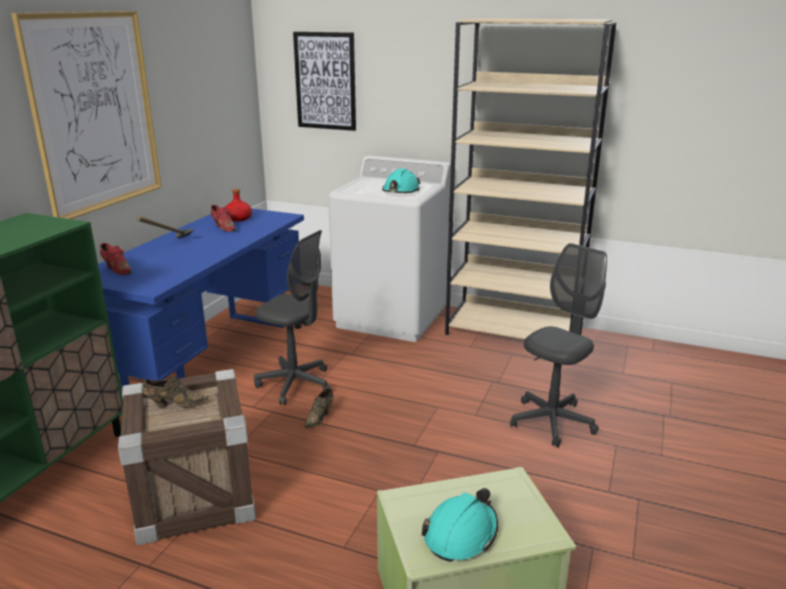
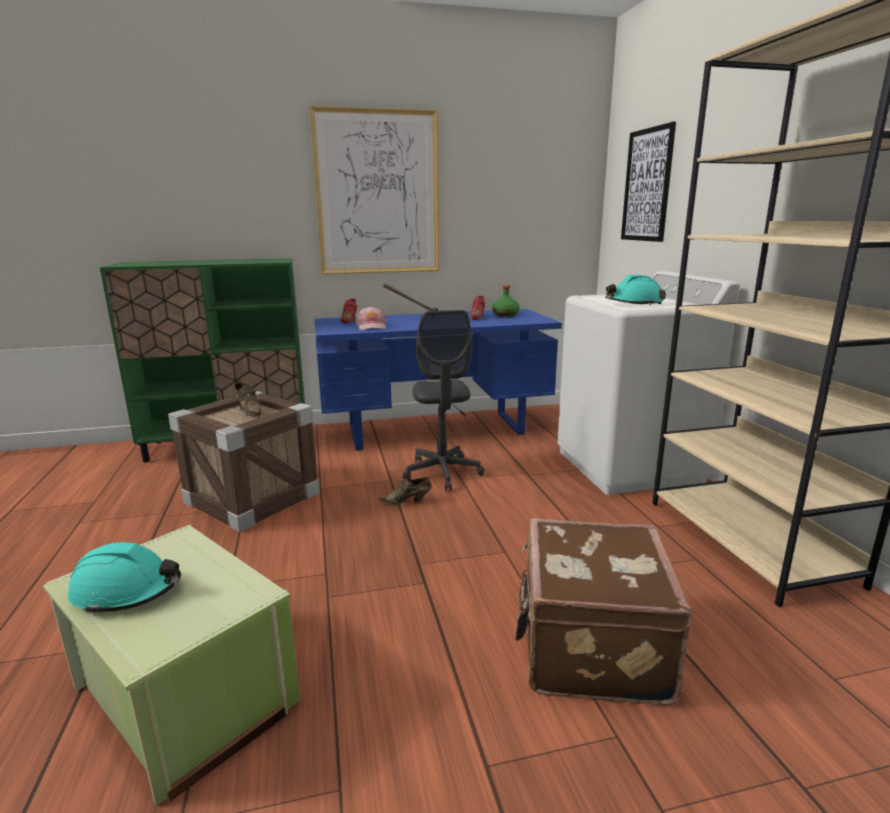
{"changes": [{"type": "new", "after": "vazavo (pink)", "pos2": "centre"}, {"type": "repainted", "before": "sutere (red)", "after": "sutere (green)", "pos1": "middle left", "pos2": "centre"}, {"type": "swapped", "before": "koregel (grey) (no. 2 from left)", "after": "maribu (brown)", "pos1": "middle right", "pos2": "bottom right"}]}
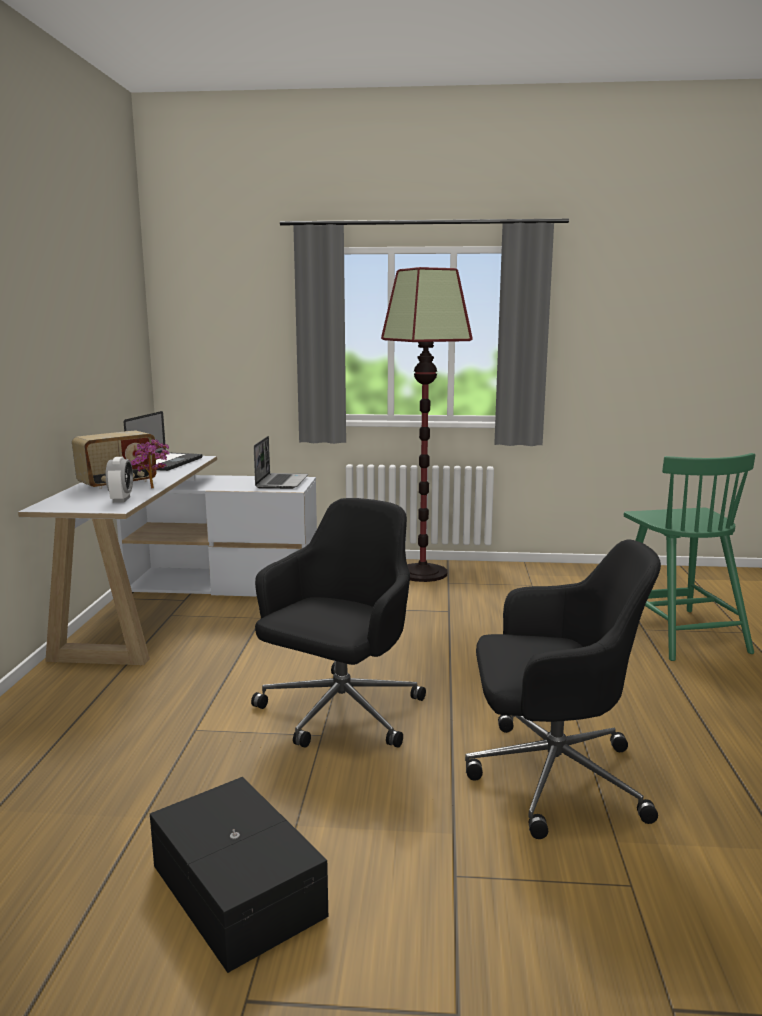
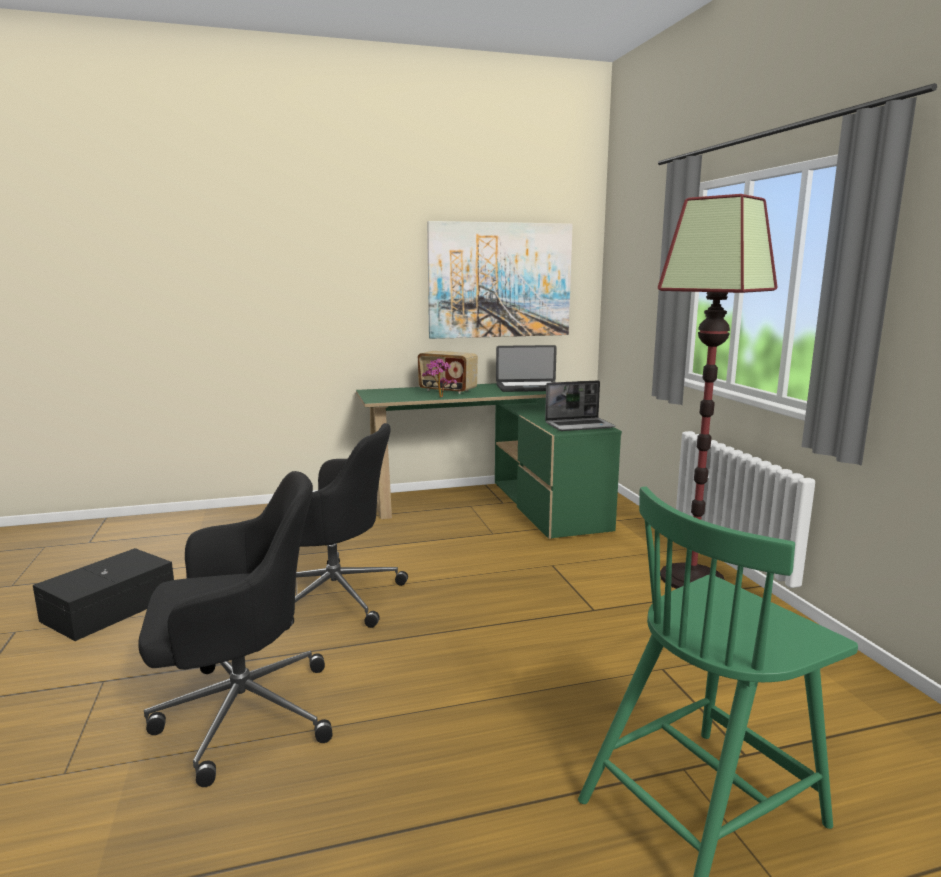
{"changes": [{"type": "rotated", "before": "koregel (black) (no. 2 from left in the first image)", "pos1": "bottom right", "pos2": "bottom left", "turn": -90}, {"type": "repainted", "before": "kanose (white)", "after": "kanose (green)", "pos1": "middle left", "pos2": "centre"}, {"type": "new", "after": "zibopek", "pos2": "top centre"}, {"type": "gone", "before": "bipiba", "pos1": "middle left"}]}
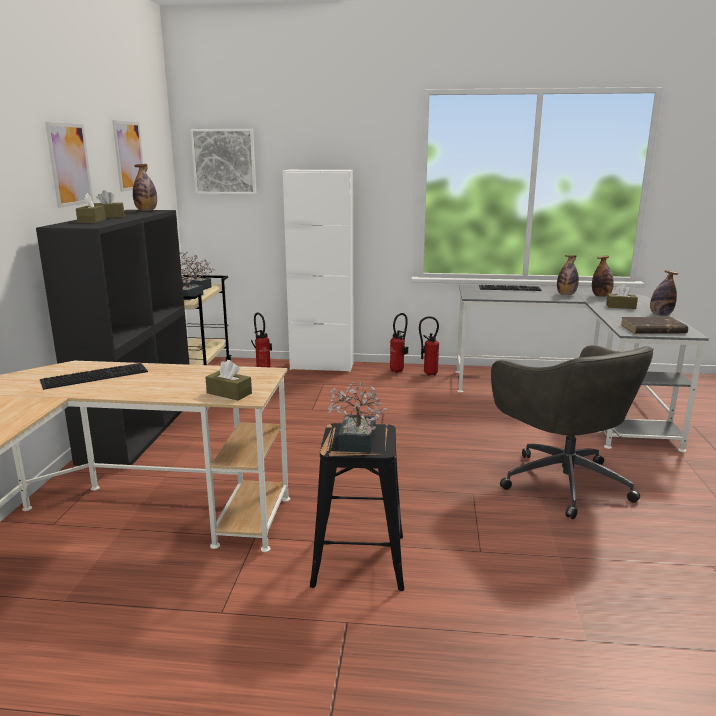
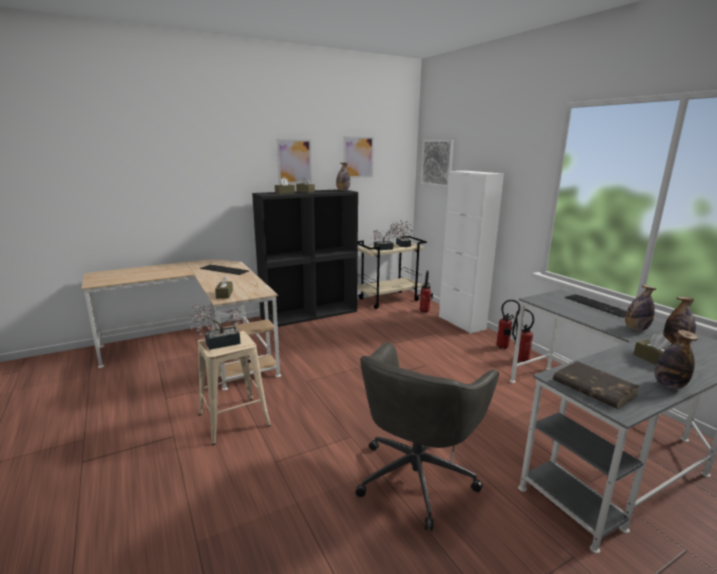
{"changes": [{"type": "repainted", "before": "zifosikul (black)", "after": "zifosikul (beige)", "pos1": "bottom centre", "pos2": "bottom left"}]}
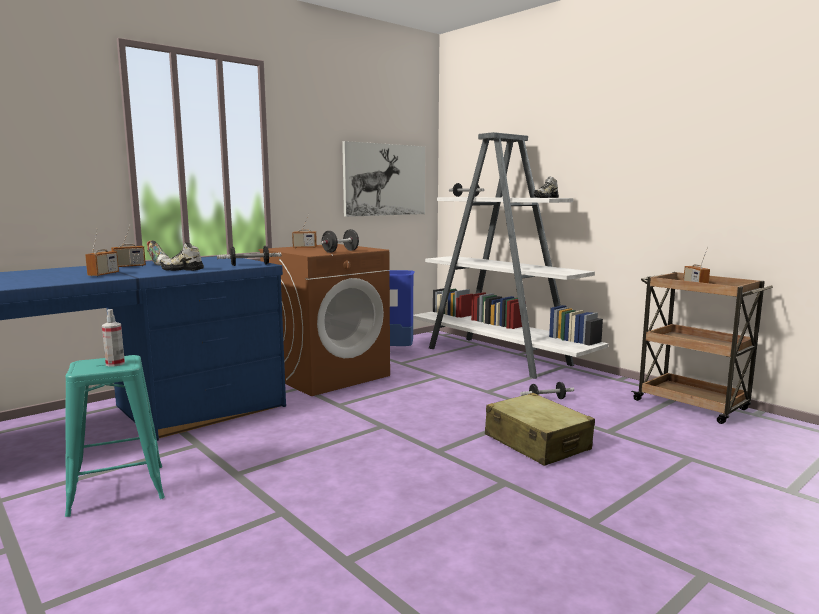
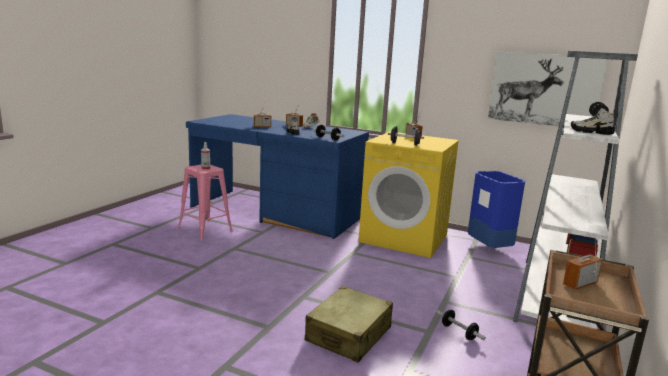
{"changes": [{"type": "repainted", "before": "zifosikul (turquoise)", "after": "zifosikul (pink)", "pos1": "bottom left", "pos2": "middle left"}, {"type": "repainted", "before": "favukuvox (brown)", "after": "favukuvox (yellow)", "pos1": "centre", "pos2": "centre"}]}
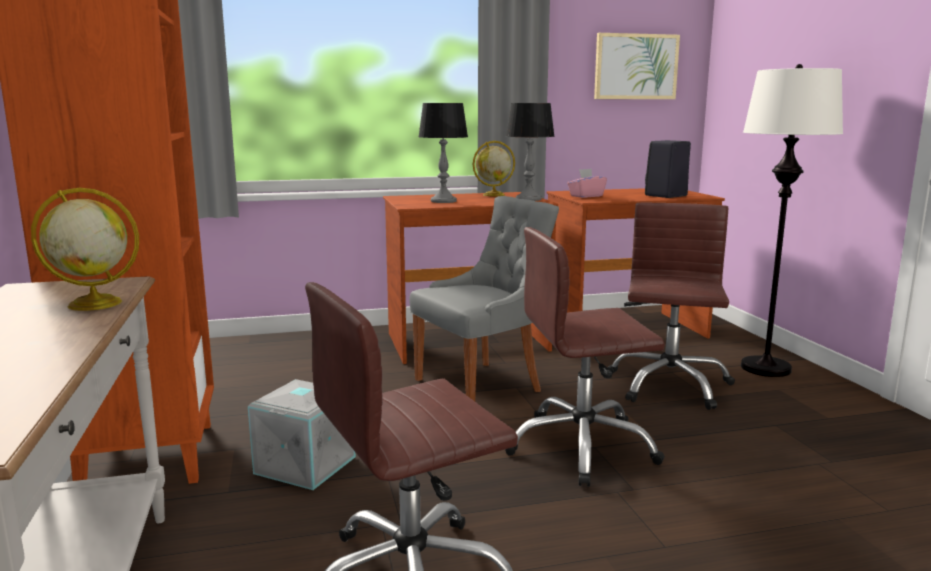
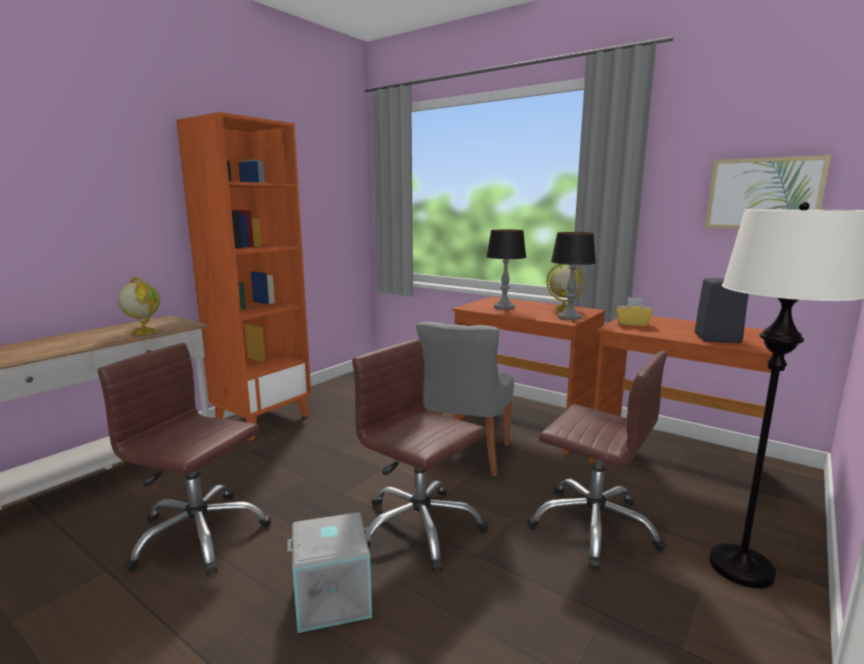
{"changes": [{"type": "shifted", "before": "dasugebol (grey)", "pos1": "bottom left", "pos2": "bottom centre"}, {"type": "rotated", "before": "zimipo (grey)", "pos1": "centre", "pos2": "centre", "turn": 90}, {"type": "rotated", "before": "koregel (brown) (no. 3 from left)", "pos1": "middle right", "pos2": "bottom right", "turn": 60}, {"type": "repainted", "before": "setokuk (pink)", "after": "setokuk (yellow)", "pos1": "top centre", "pos2": "middle right"}]}
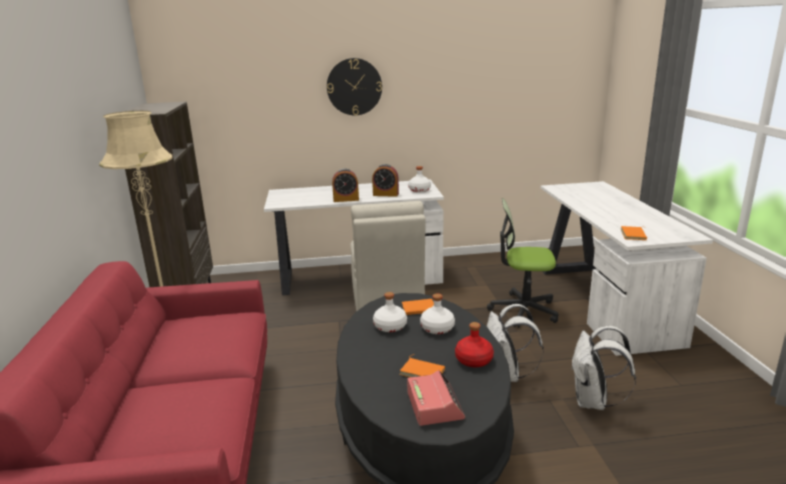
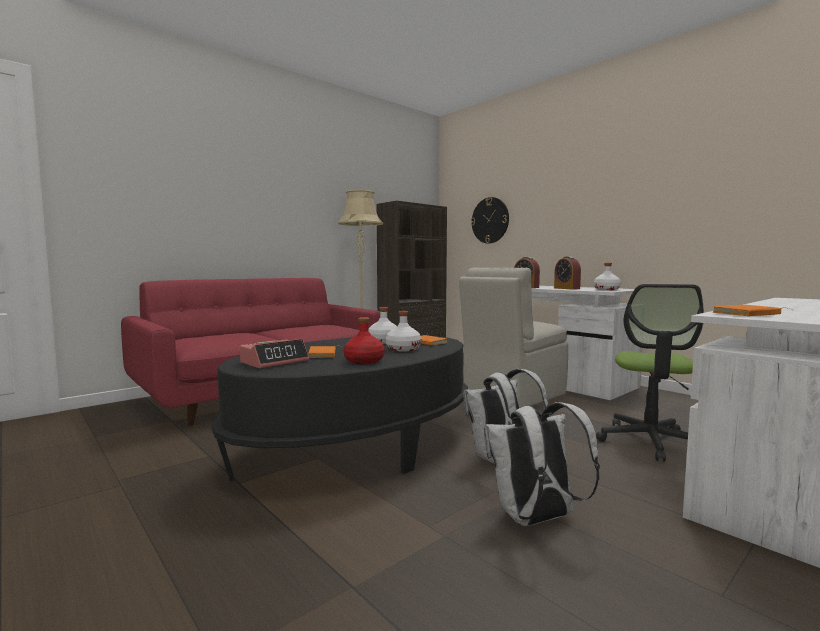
{"changes": [{"type": "shifted", "before": "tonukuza", "pos1": "top centre", "pos2": "centre"}, {"type": "rotated", "before": "koregel", "pos1": "centre", "pos2": "middle right", "turn": -135}]}
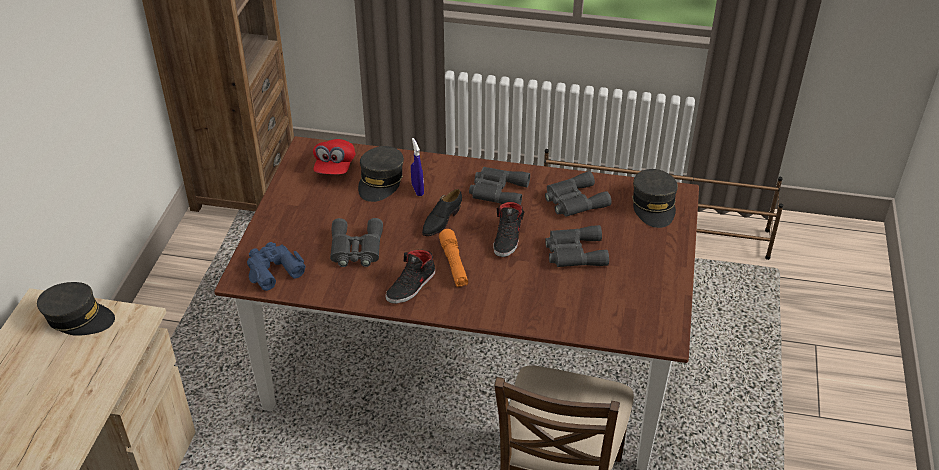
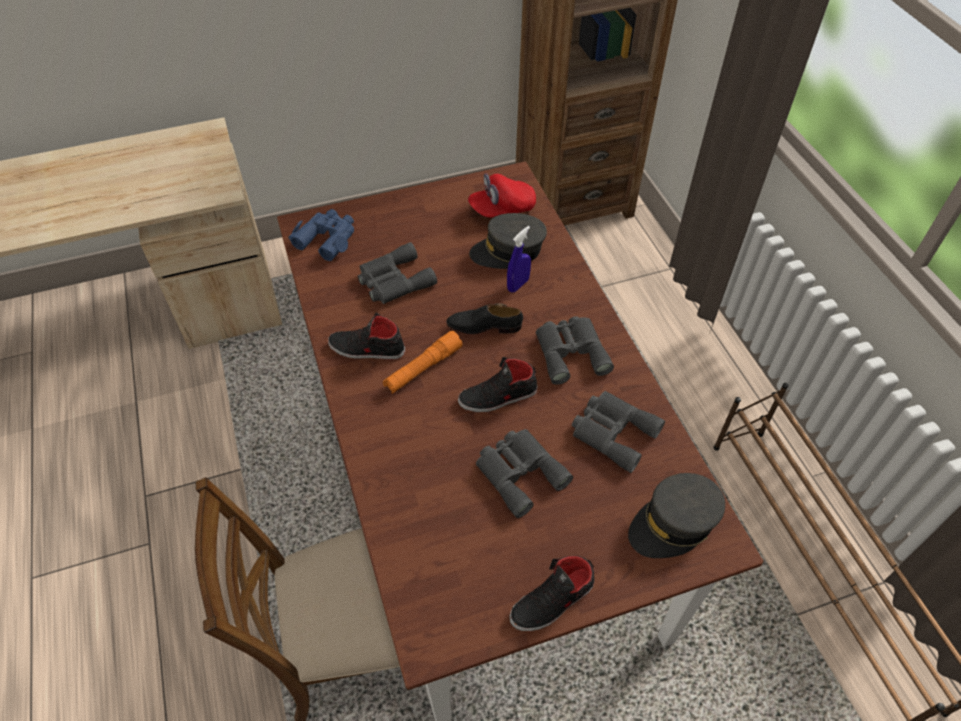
{"changes": [{"type": "new", "after": "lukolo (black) (no. 4 from left)", "pos2": "bottom centre"}, {"type": "gone", "before": "vazavo (grey) (no. 1 from left)", "pos1": "middle left"}]}
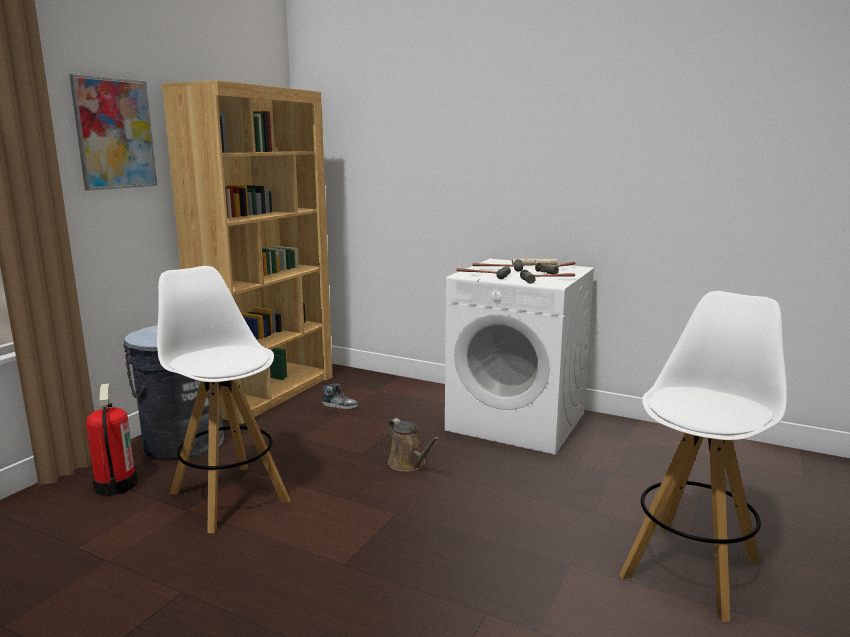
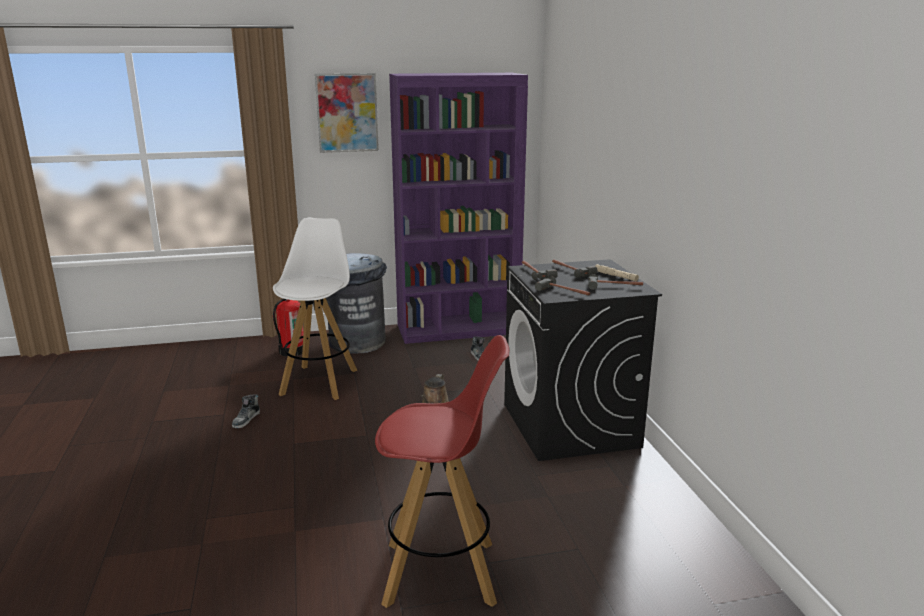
{"changes": [{"type": "new", "after": "lukolo (no. 1 from left)", "pos2": "bottom left"}, {"type": "repainted", "before": "zifosikul (white) (no. 2 from left)", "after": "zifosikul (red)", "pos1": "bottom right", "pos2": "bottom centre"}, {"type": "repainted", "before": "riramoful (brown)", "after": "riramoful (purple)", "pos1": "middle left", "pos2": "centre"}, {"type": "repainted", "before": "favukuvox (white)", "after": "favukuvox (black)", "pos1": "centre", "pos2": "centre"}]}
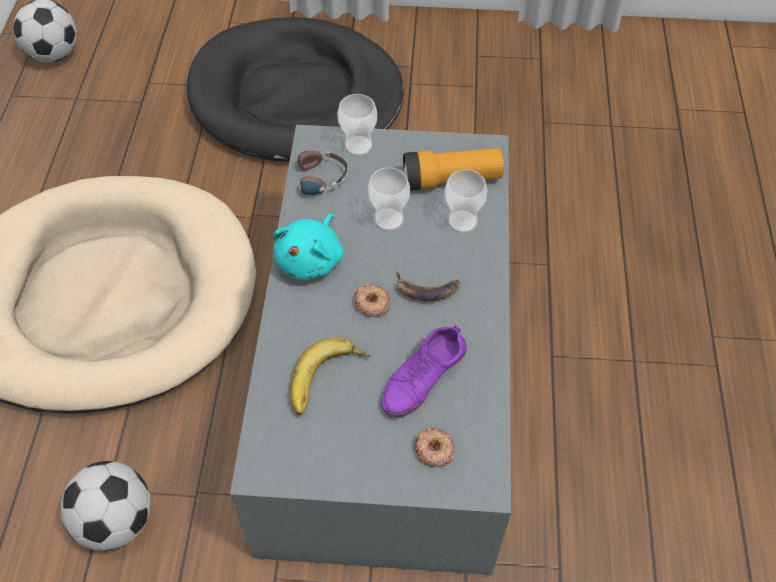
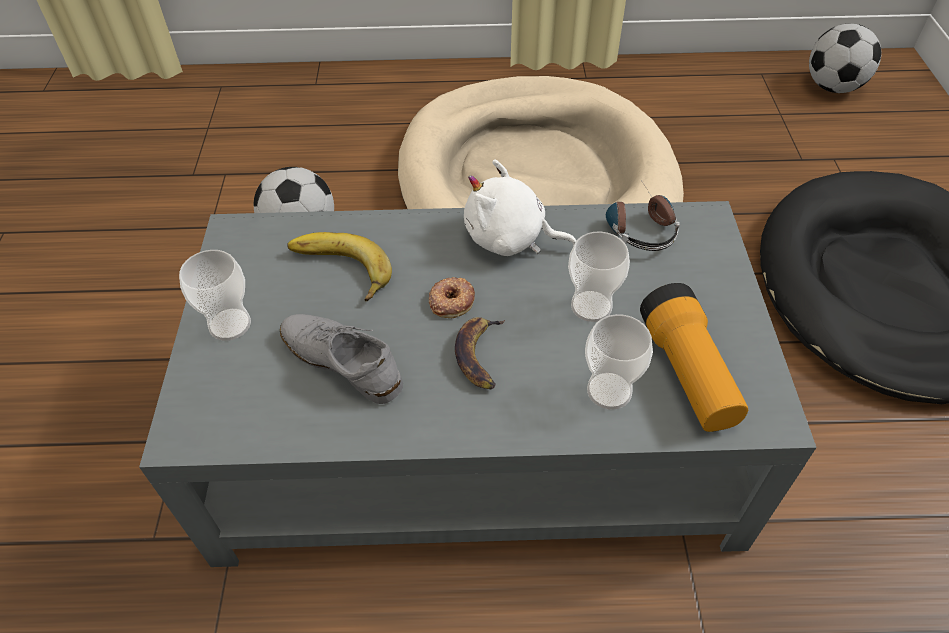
{"changes": [{"type": "shifted", "before": "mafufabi (no. 1 from left)", "pos1": "top centre", "pos2": "middle left"}, {"type": "repainted", "before": "lukolo (purple)", "after": "lukolo (grey)", "pos1": "centre", "pos2": "centre"}, {"type": "repainted", "before": "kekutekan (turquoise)", "after": "kekutekan (white)", "pos1": "centre", "pos2": "top centre"}, {"type": "gone", "before": "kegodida (no. 2 from left)", "pos1": "bottom centre"}]}
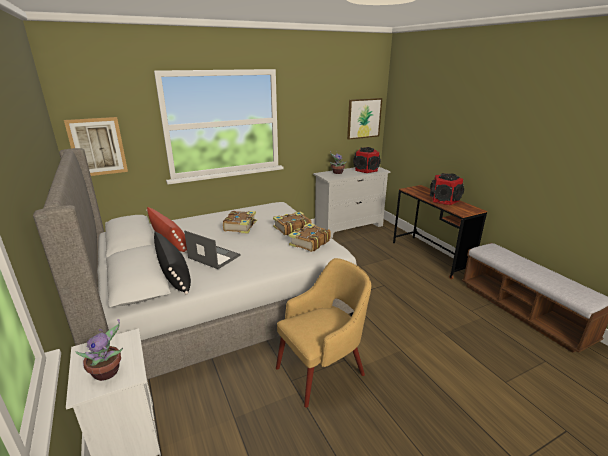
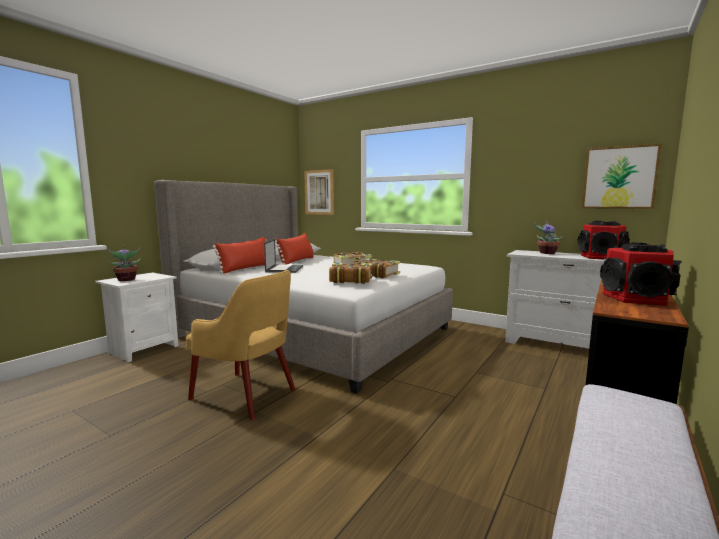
{"changes": [{"type": "repainted", "before": "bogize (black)", "after": "bogize (red) (no. 1 from left)", "pos1": "middle left", "pos2": "centre"}]}
